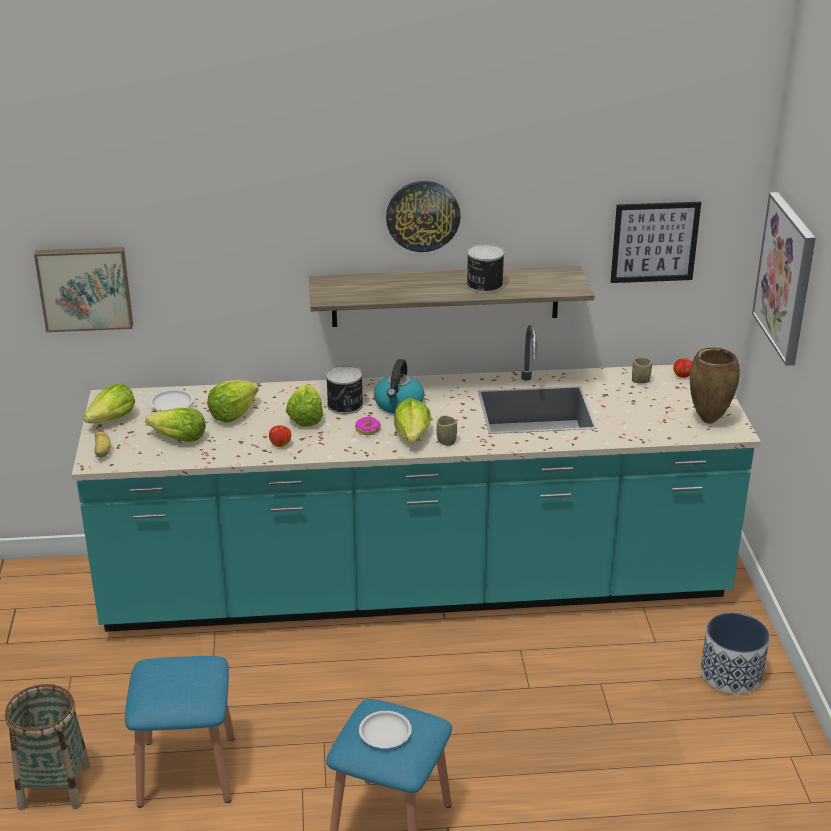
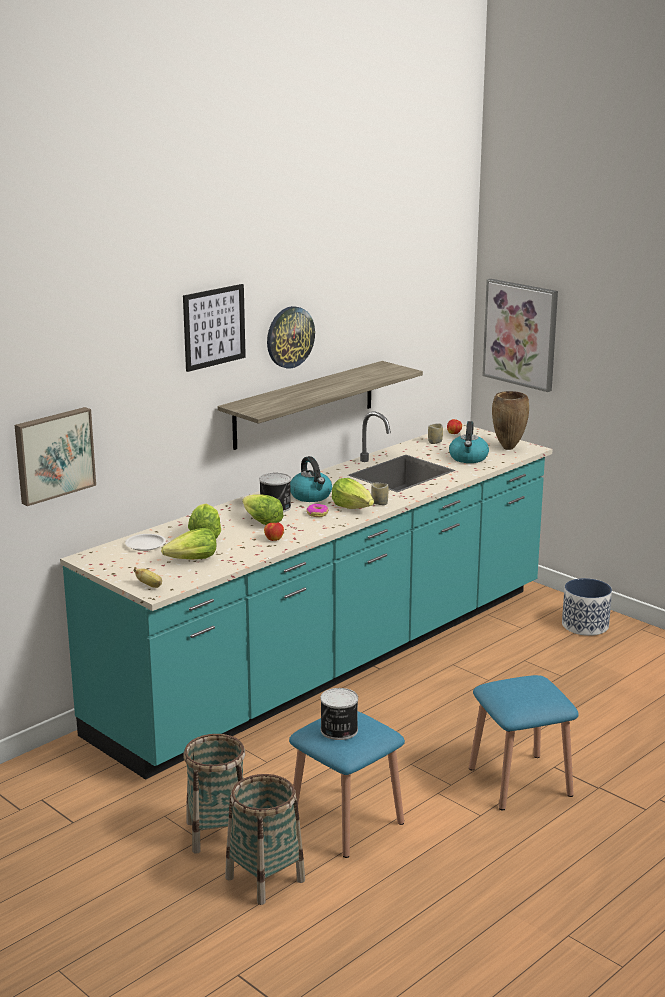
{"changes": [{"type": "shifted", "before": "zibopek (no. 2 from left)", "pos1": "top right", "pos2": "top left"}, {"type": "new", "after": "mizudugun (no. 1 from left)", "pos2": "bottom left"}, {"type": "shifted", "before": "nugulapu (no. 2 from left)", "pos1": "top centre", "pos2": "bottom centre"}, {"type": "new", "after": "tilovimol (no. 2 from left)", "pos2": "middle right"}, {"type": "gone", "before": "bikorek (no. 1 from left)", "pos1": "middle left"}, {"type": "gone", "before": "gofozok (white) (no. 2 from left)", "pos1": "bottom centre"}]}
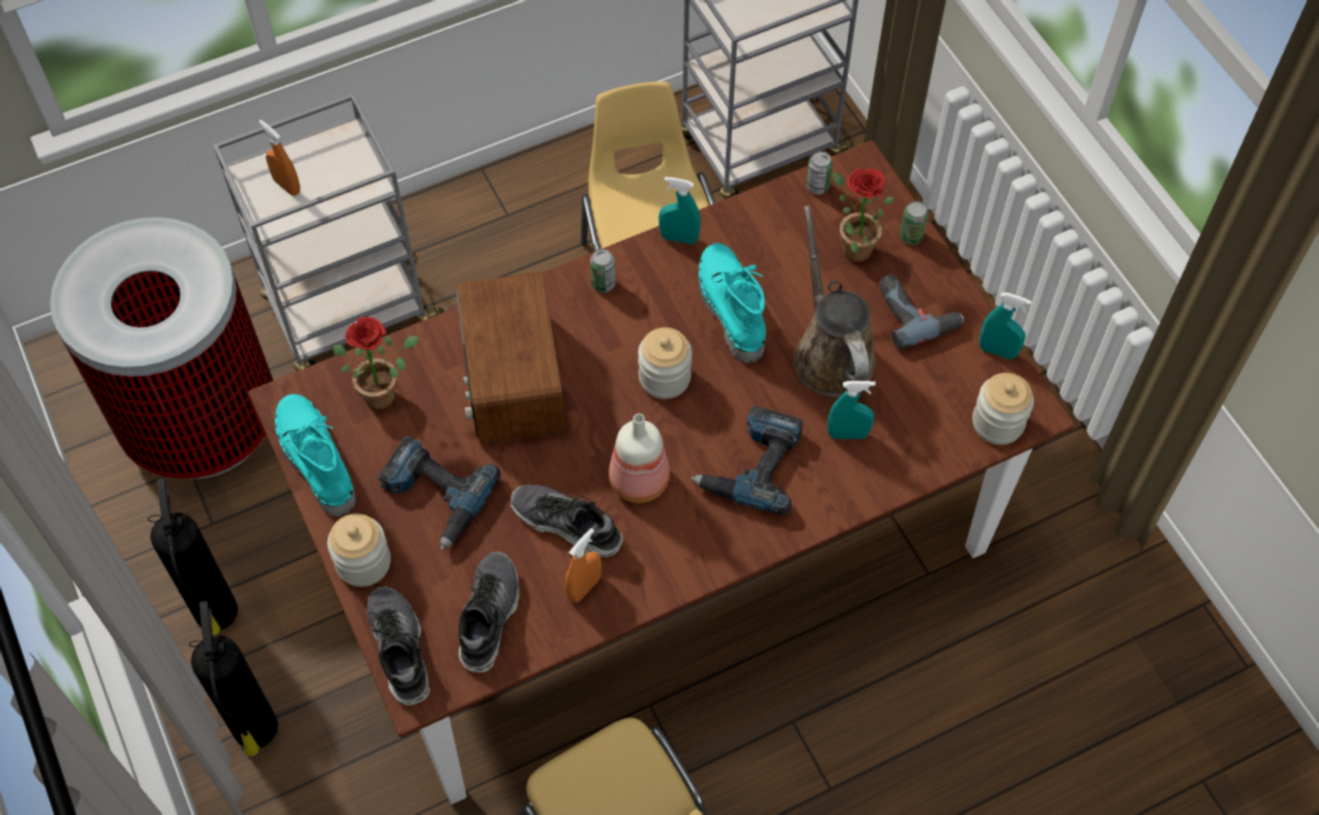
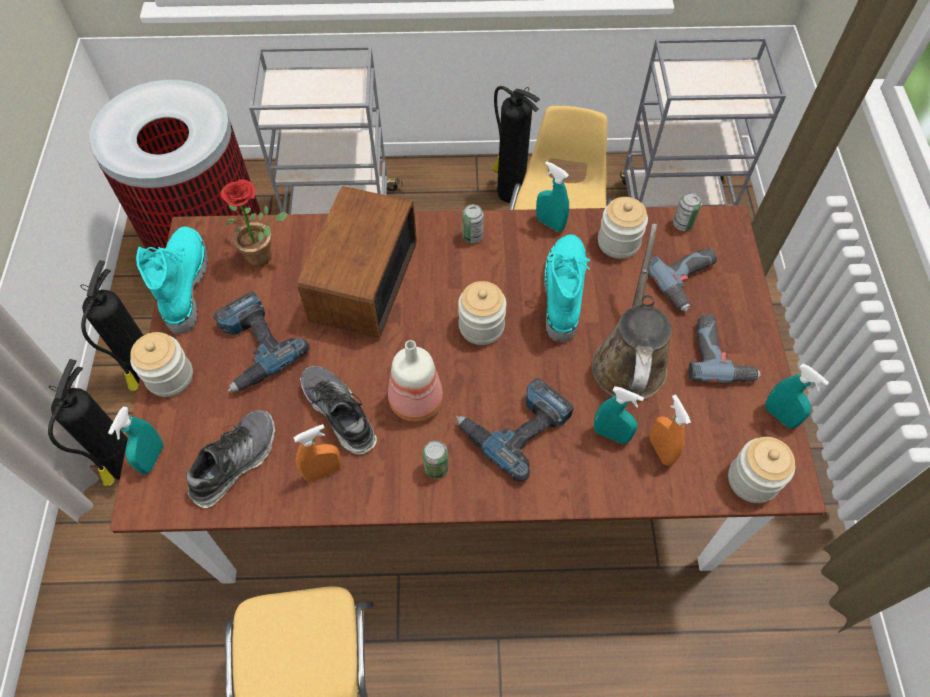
{"changes": [{"type": "swapped", "before": "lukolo (no. 1 from left)", "after": "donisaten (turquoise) (no. 1 from left)", "pos1": "bottom left", "pos2": "middle left"}, {"type": "shifted", "before": "nugulapu (no. 3 from left in the first image)", "after": "nugulapu (no. 1 from left)", "pos1": "top right", "pos2": "centre"}, {"type": "new", "after": "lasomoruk (no. 3 from left)", "pos2": "top centre"}, {"type": "new", "after": "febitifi (no. 3 from left)", "pos2": "top right"}, {"type": "swapped", "before": "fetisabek (no. 2 from left)", "after": "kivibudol (no. 3 from left)", "pos1": "top centre", "pos2": "middle right"}, {"type": "shifted", "before": "donisaten (orange) (no. 1 from left in the first image)", "after": "donisaten (orange) (no. 2 from left)", "pos1": "top left", "pos2": "middle right"}]}
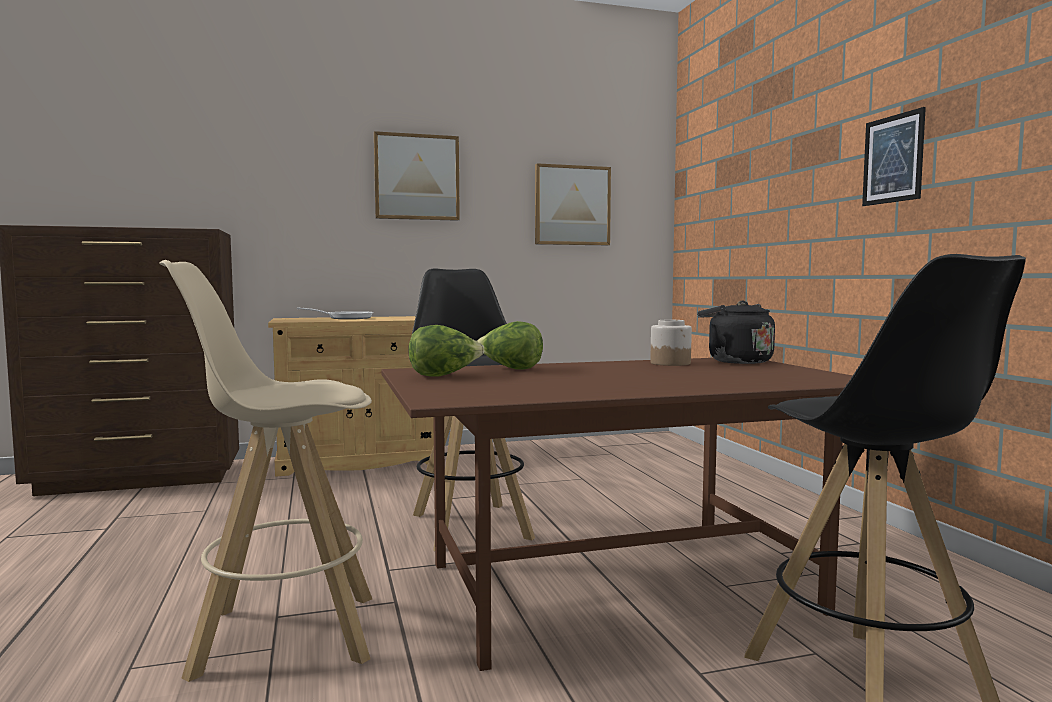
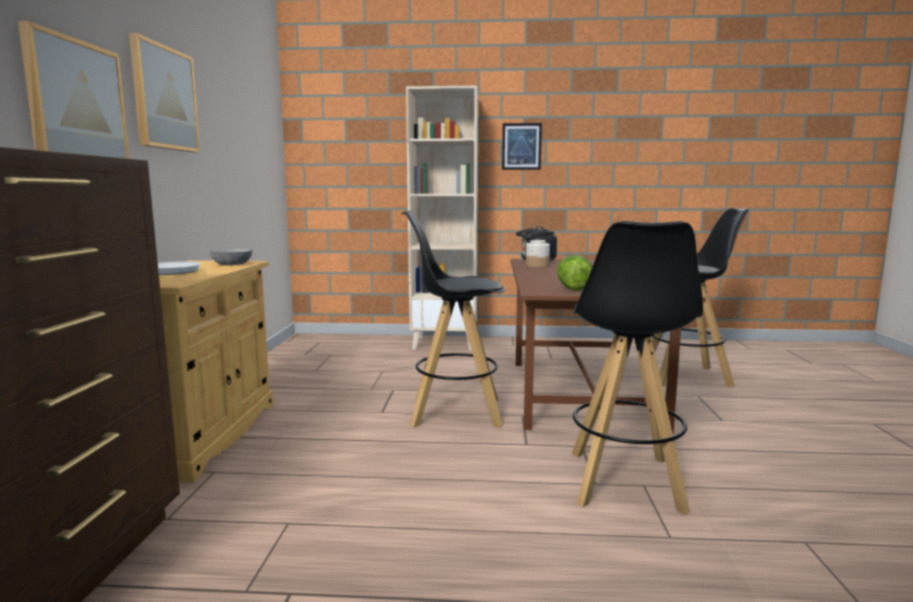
{"changes": [{"type": "shifted", "before": "zibopek (no. 2 from left in the first image)", "after": "zibopek (no. 1 from left)", "pos1": "top centre", "pos2": "top left"}, {"type": "new", "after": "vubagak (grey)", "pos2": "middle left"}, {"type": "new", "after": "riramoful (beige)", "pos2": "centre"}, {"type": "repainted", "before": "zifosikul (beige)", "after": "zifosikul (black) (no. 2 from left)", "pos1": "bottom left", "pos2": "middle right"}, {"type": "gone", "before": "bikorek (no. 2 from left)", "pos1": "centre"}]}
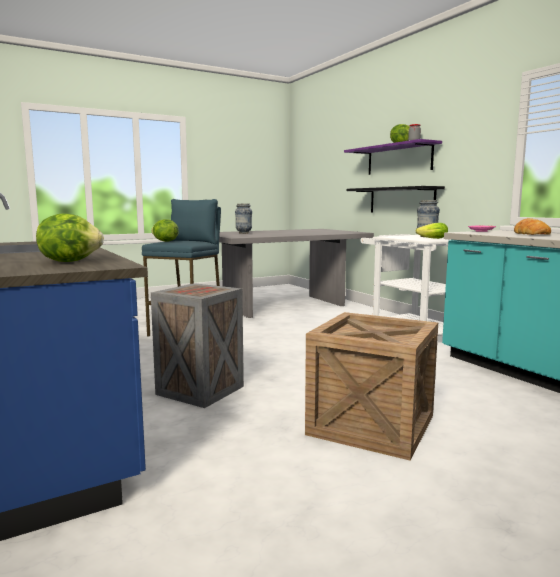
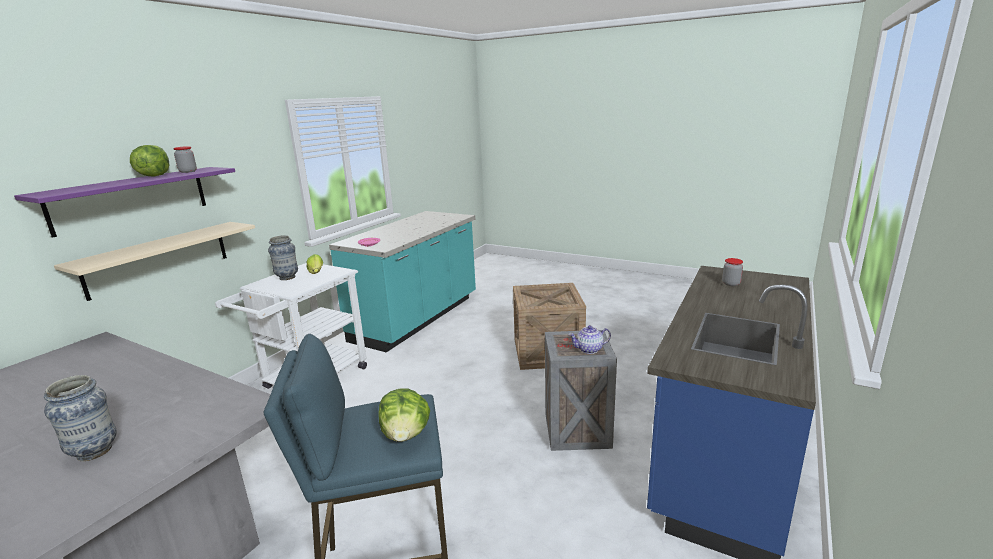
{"changes": [{"type": "repainted", "before": "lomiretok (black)", "after": "lomiretok (beige)", "pos1": "middle right", "pos2": "middle left"}, {"type": "new", "after": "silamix", "pos2": "centre"}, {"type": "swapped", "before": "bikorek (no. 1 from left)", "after": "febitifi (no. 2 from left)", "pos1": "middle left", "pos2": "middle right"}, {"type": "gone", "before": "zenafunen", "pos1": "middle right"}]}
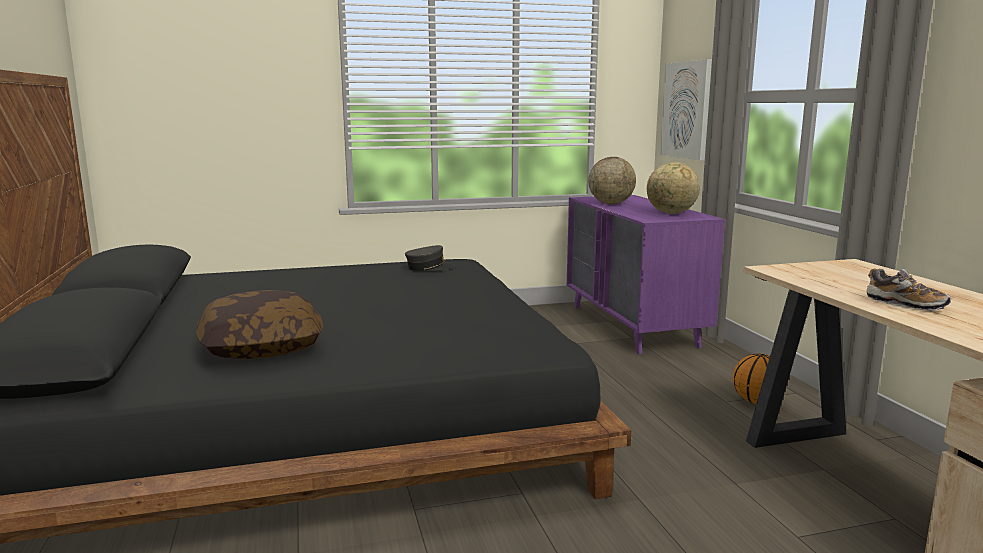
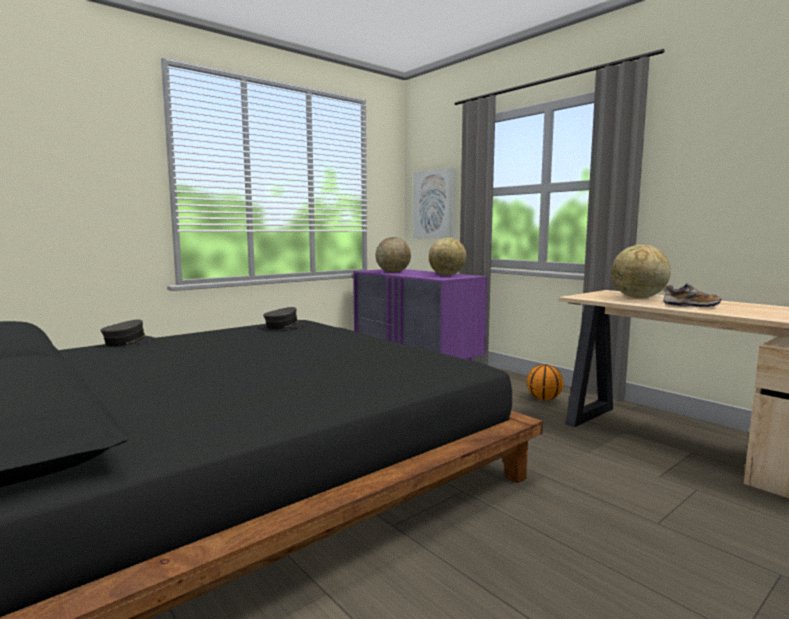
{"changes": [{"type": "new", "after": "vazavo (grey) (no. 1 from left)", "pos2": "middle left"}, {"type": "new", "after": "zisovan (no. 3 from left)", "pos2": "middle right"}, {"type": "gone", "before": "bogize", "pos1": "middle left"}]}
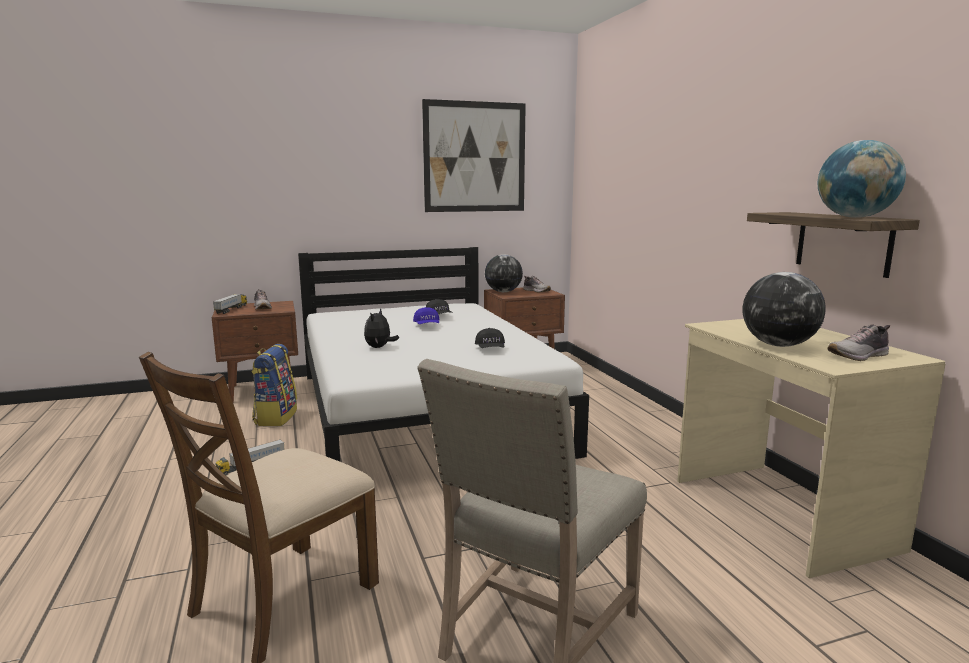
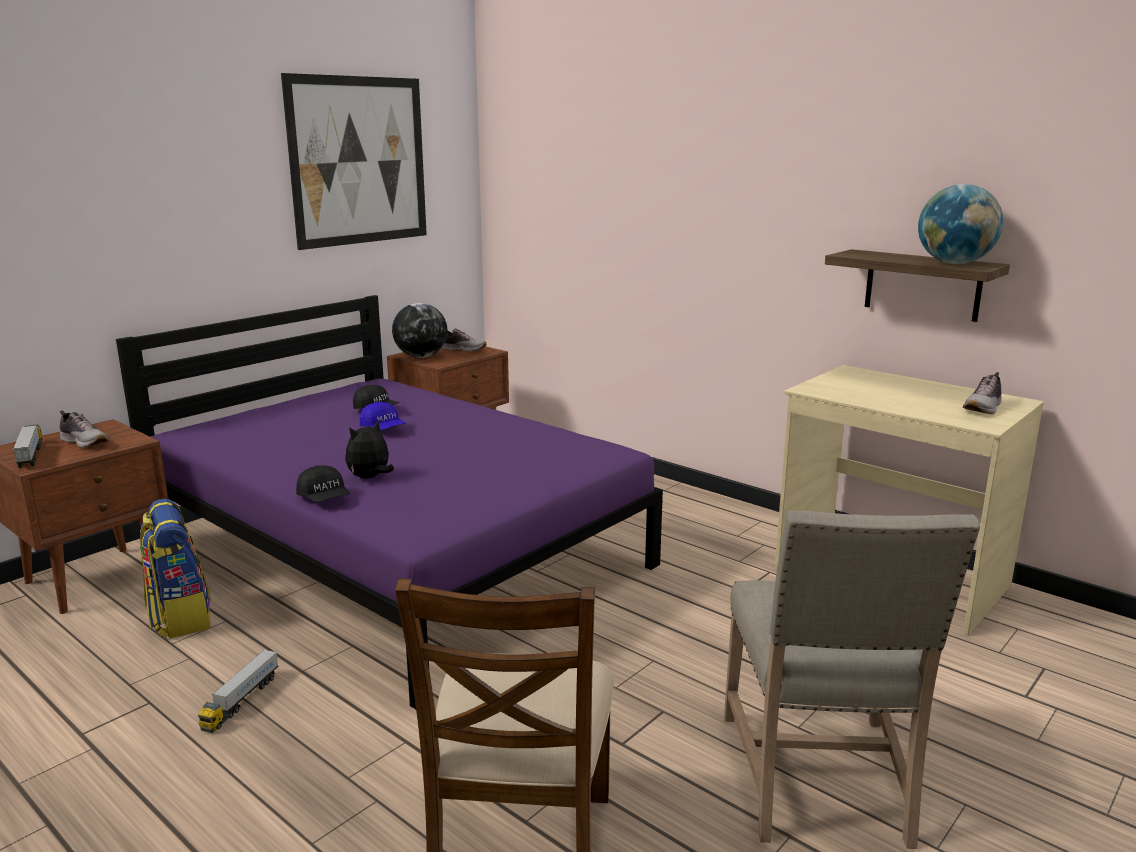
{"changes": [{"type": "repainted", "before": "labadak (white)", "after": "labadak (purple)", "pos1": "centre", "pos2": "centre"}, {"type": "shifted", "before": "vazavo (black) (no. 2 from left in the first image)", "after": "vazavo (black) (no. 1 from left)", "pos1": "centre", "pos2": "middle left"}, {"type": "rotated", "before": "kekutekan", "pos1": "centre", "pos2": "middle left", "turn": 60}, {"type": "gone", "before": "zisovan (no. 2 from left)", "pos1": "middle right"}]}
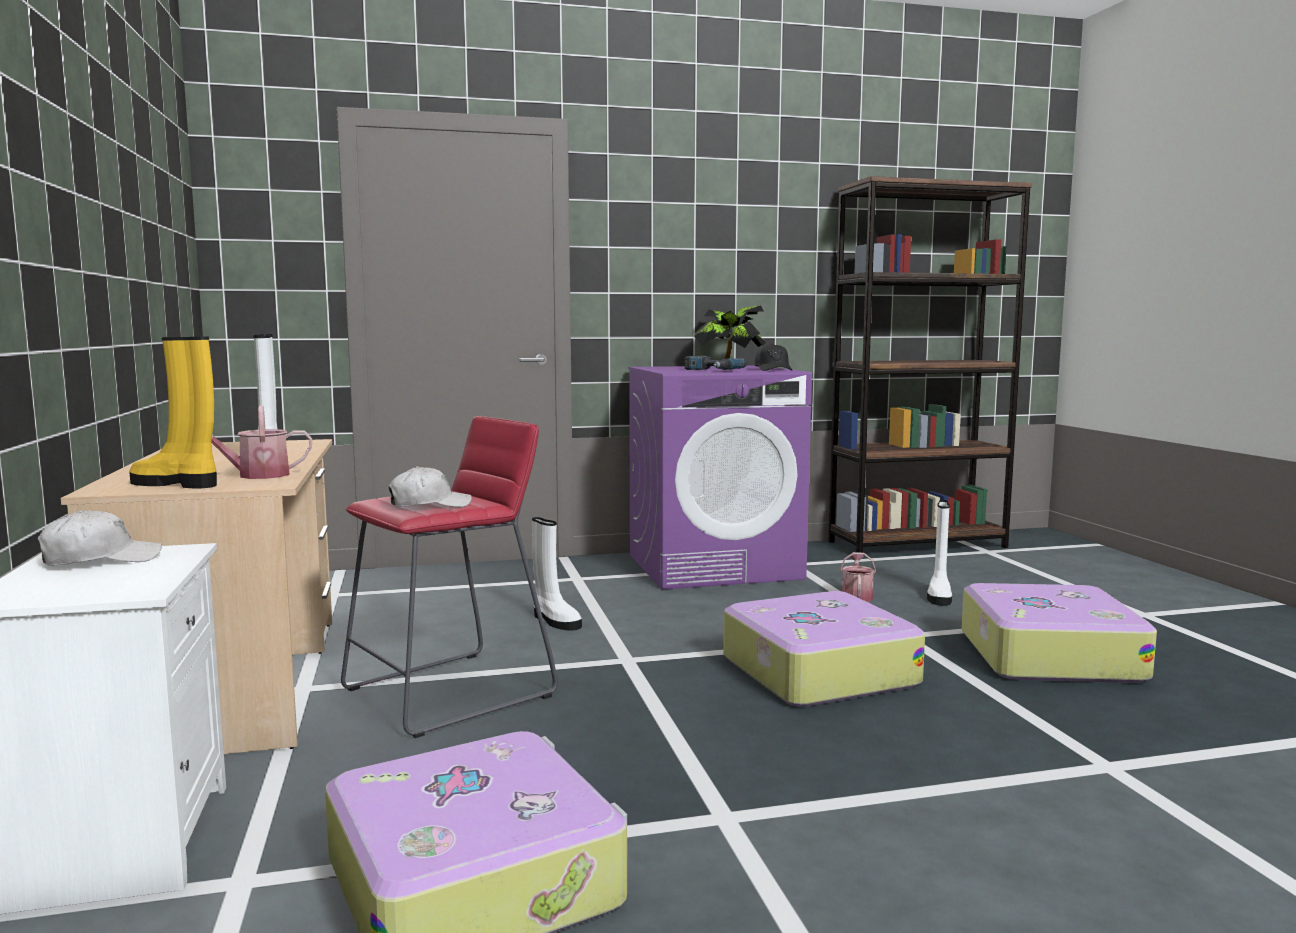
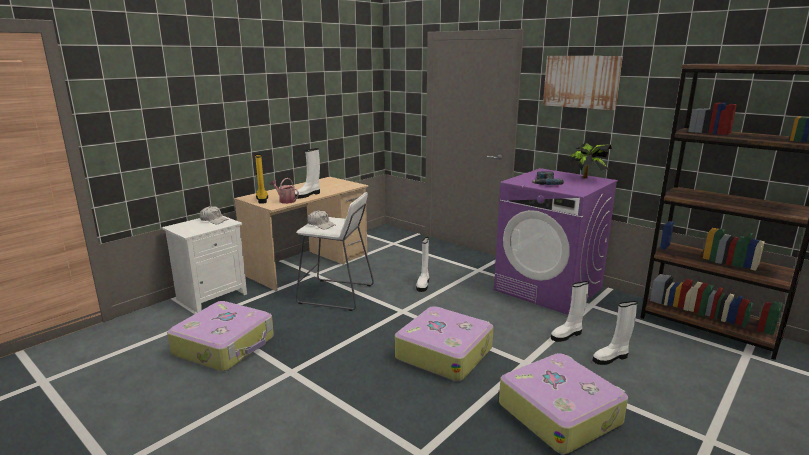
{"changes": [{"type": "repainted", "before": "zifosikul (red)", "after": "zifosikul (white)", "pos1": "centre", "pos2": "centre"}, {"type": "new", "after": "zibopek", "pos2": "top right"}, {"type": "swapped", "before": "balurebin (no. 2 from left)", "after": "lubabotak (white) (no. 3 from left)", "pos1": "centre", "pos2": "bottom right"}, {"type": "gone", "before": "vazavo (black)", "pos1": "centre"}]}
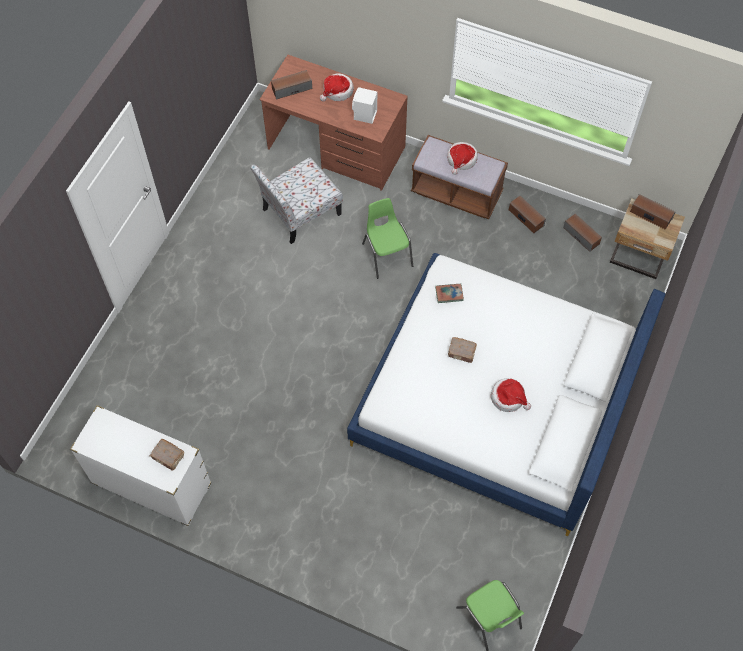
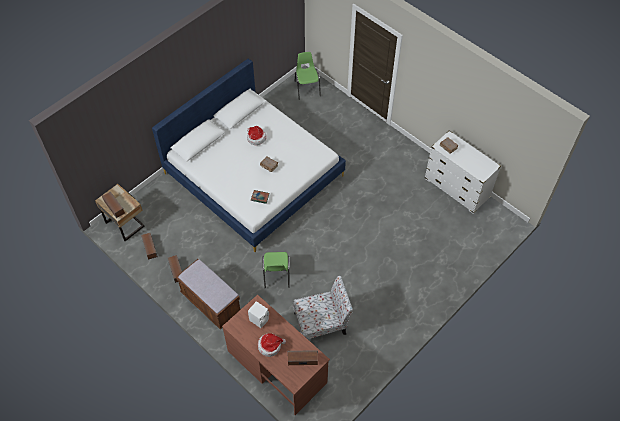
{"changes": [{"type": "gone", "before": "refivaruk (no. 2 from left)", "pos1": "top centre"}]}
